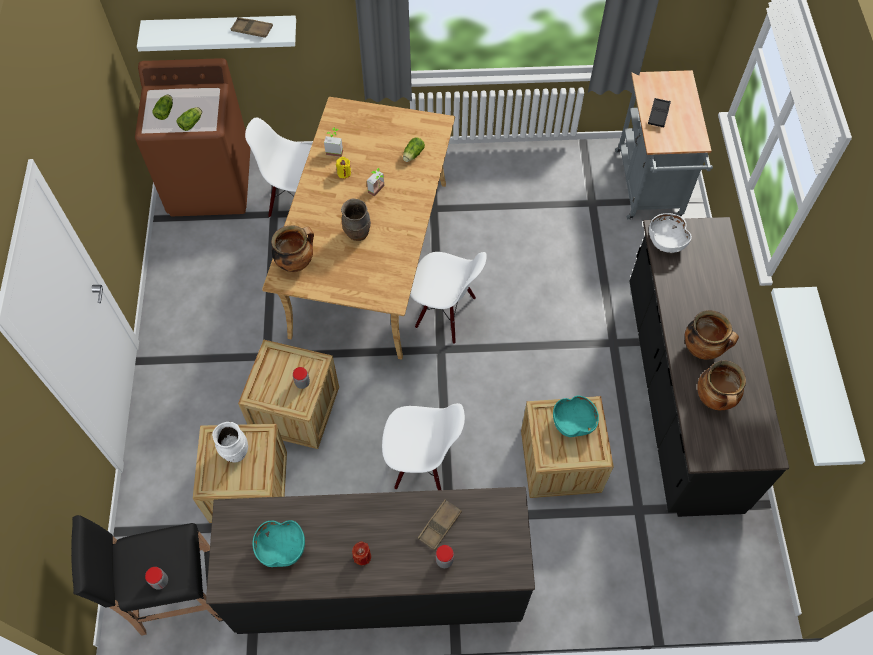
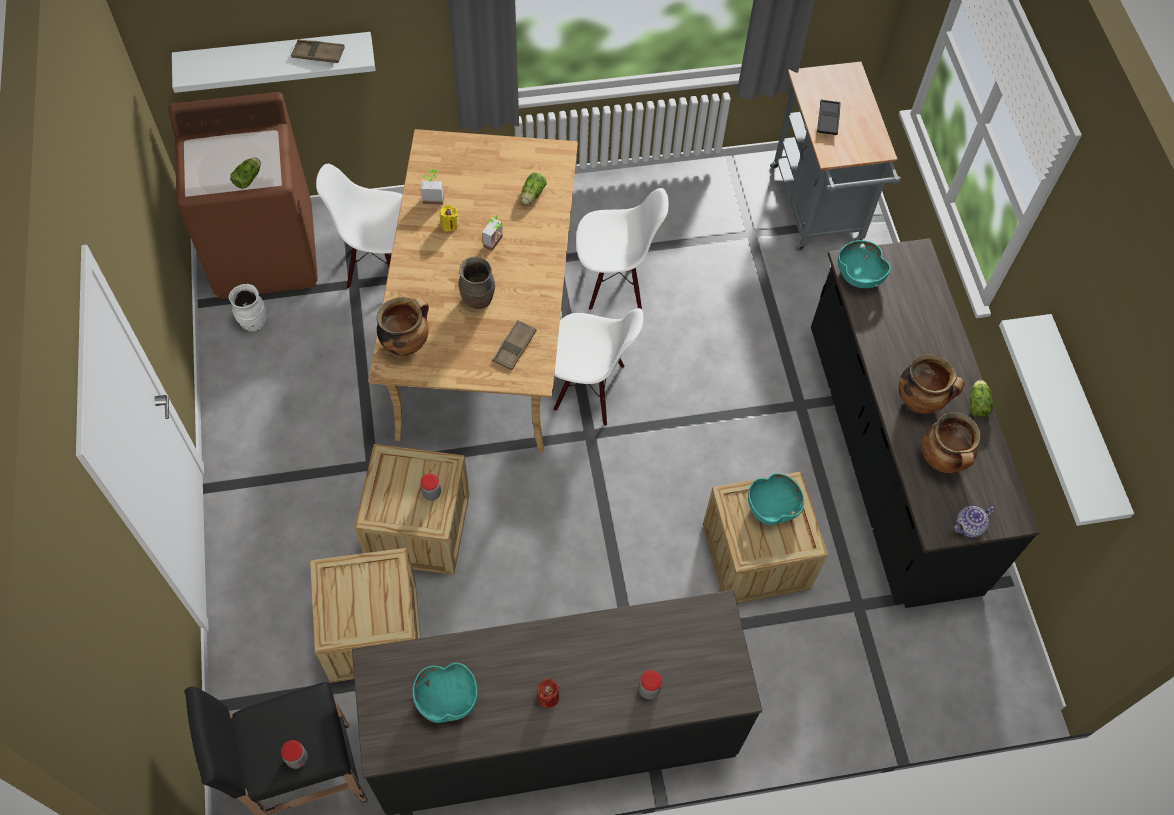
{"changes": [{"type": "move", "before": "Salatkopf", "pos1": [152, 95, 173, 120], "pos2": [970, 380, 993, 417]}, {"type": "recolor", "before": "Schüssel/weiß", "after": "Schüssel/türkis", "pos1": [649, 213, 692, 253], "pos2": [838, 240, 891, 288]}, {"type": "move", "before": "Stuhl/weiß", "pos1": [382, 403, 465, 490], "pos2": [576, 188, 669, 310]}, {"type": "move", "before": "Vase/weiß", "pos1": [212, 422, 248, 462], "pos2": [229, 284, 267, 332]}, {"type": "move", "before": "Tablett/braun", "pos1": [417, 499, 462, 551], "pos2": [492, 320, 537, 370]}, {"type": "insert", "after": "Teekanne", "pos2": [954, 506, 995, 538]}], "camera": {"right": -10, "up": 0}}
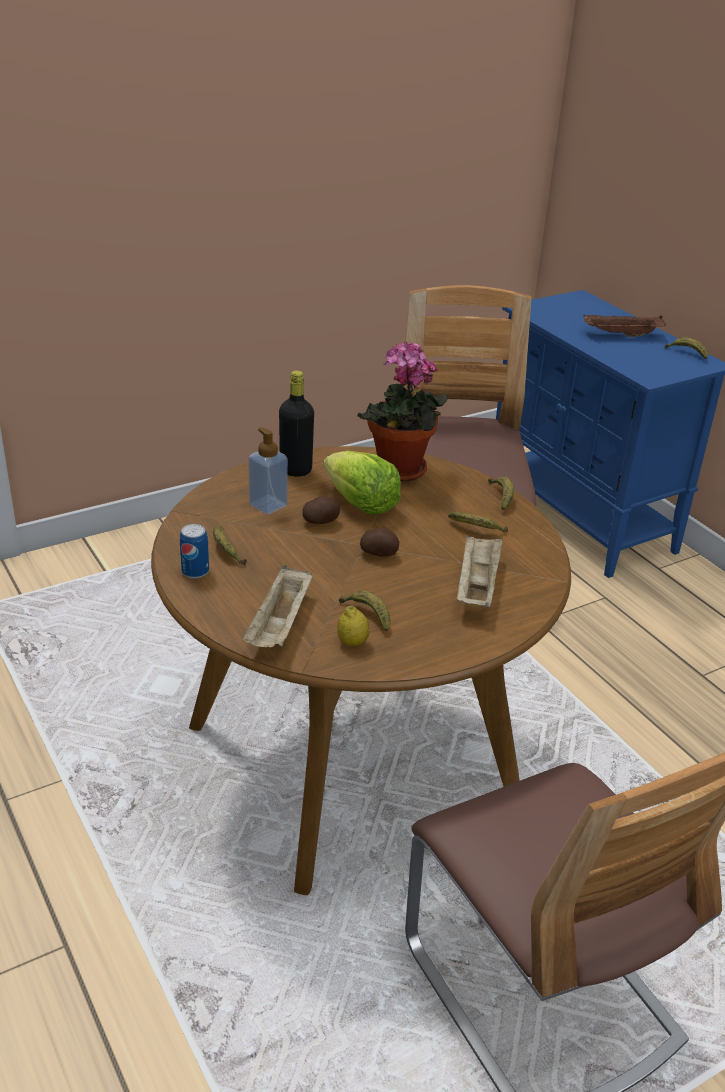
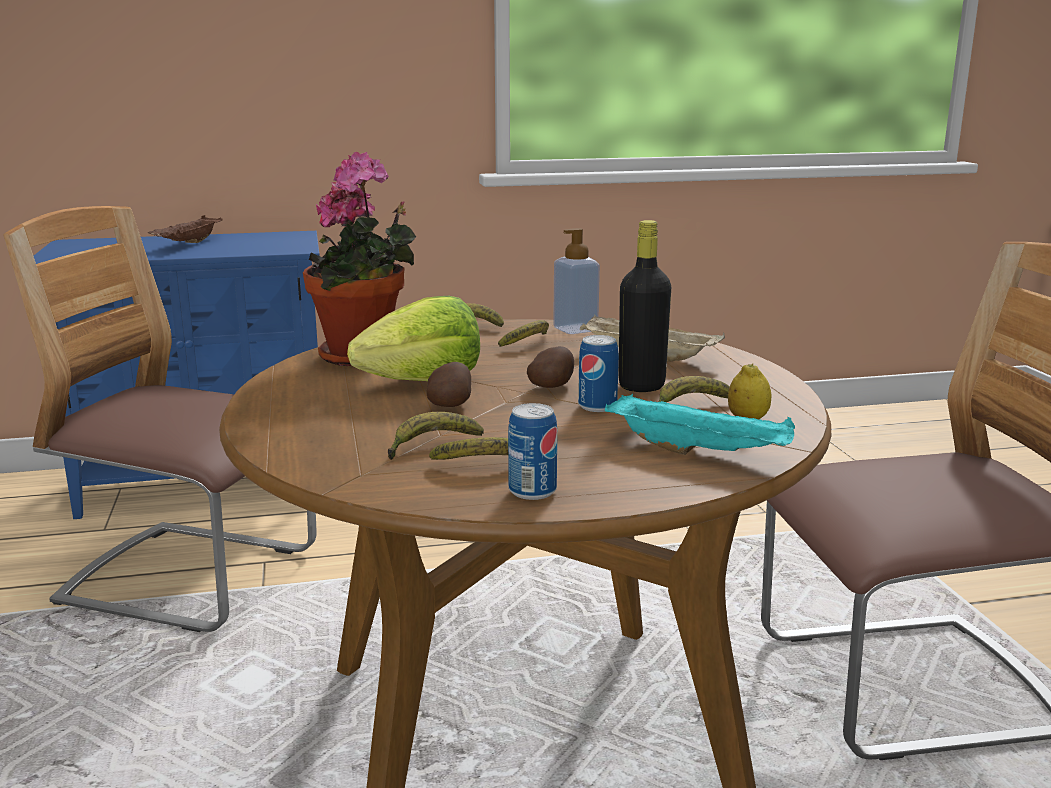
{"changes": [{"type": "move", "before": "Banane", "pos1": [665, 337, 708, 359], "pos2": [388, 412, 484, 460]}, {"type": "move", "before": "Flasche/schwarz", "pos1": [279, 370, 314, 477], "pos2": [618, 220, 671, 392]}, {"type": "move", "before": "Seifenspender", "pos1": [248, 427, 288, 514], "pos2": [553, 228, 600, 334]}, {"type": "recolor", "before": "Tablett/beige", "after": "Tablett/türkis", "pos1": [242, 565, 313, 647], "pos2": [605, 394, 795, 455]}, {"type": "insert", "after": "Dose", "pos2": [578, 335, 619, 412]}], "camera": {"right": -70, "up": -15}}
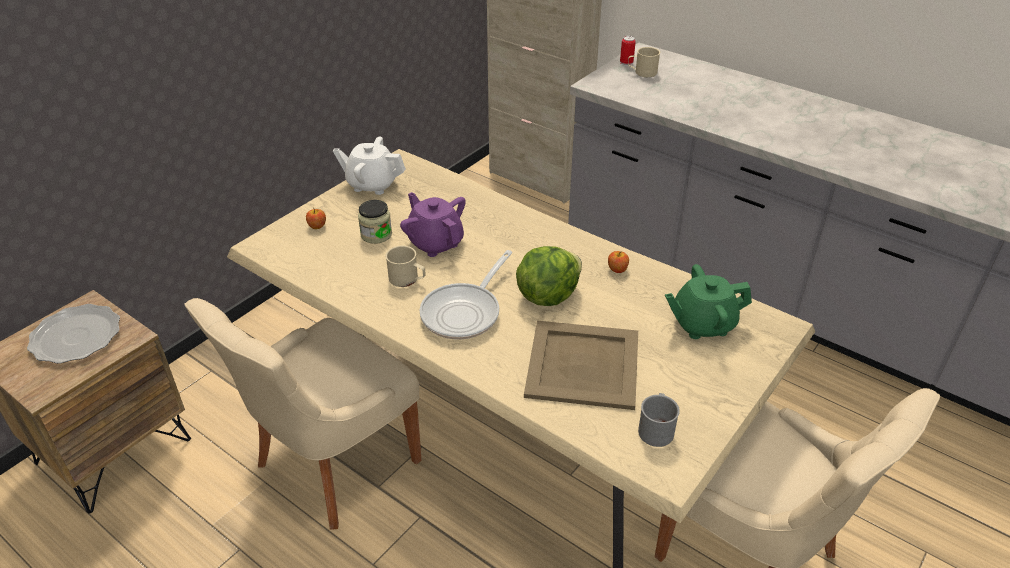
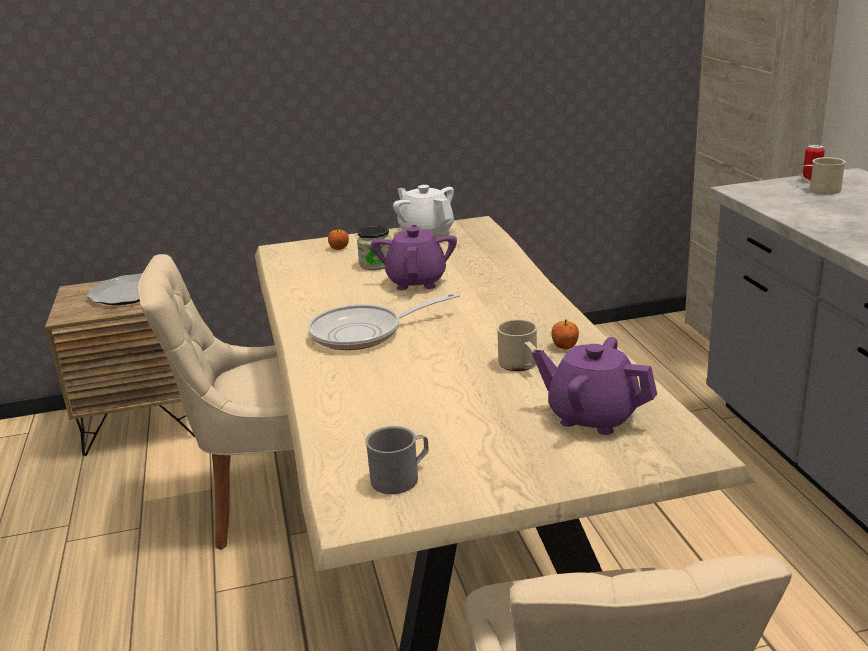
{"changes": [{"type": "move", "before": "Henkelbecher/beige", "pos1": [385, 246, 426, 287], "pos2": [497, 319, 537, 371]}, {"type": "delete", "before": "Salatkopf", "pos1": [516, 246, 582, 306]}, {"type": "recolor", "before": "Teekanne/grün", "after": "Teekanne/lila", "pos1": [665, 264, 752, 339], "pos2": [532, 337, 657, 435]}, {"type": "delete", "before": "Tablett/beige", "pos1": [524, 320, 638, 410]}], "camera": {"right": 40, "up": -15}}
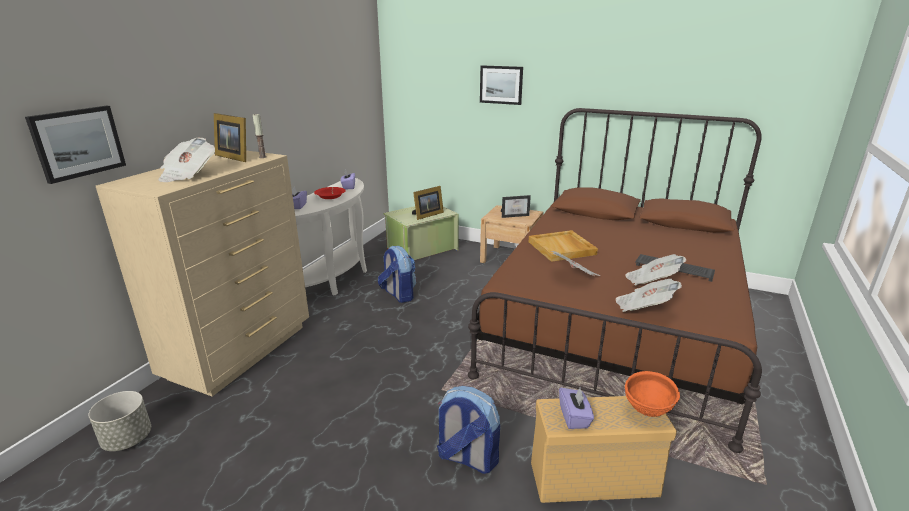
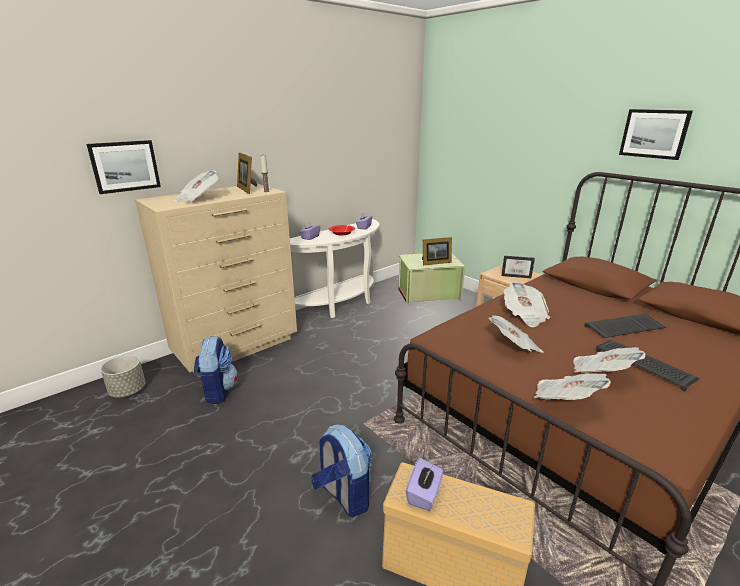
{"changes": [{"type": "move", "before": "Bild", "pos1": [480, 65, 523, 105], "pos2": [619, 109, 693, 160]}, {"type": "replace", "before": "Tablett/beige", "after": "Zeitung", "pos1": [529, 230, 598, 262], "pos2": [503, 282, 550, 327]}, {"type": "move", "before": "Rucksack", "pos1": [378, 246, 416, 303], "pos2": [194, 336, 238, 404]}, {"type": "delete", "before": "Schüssel/orange", "pos1": [625, 371, 680, 417]}, {"type": "insert", "after": "Tastatur", "pos2": [584, 314, 666, 338]}], "camera": {"right": 25, "up": 0}}
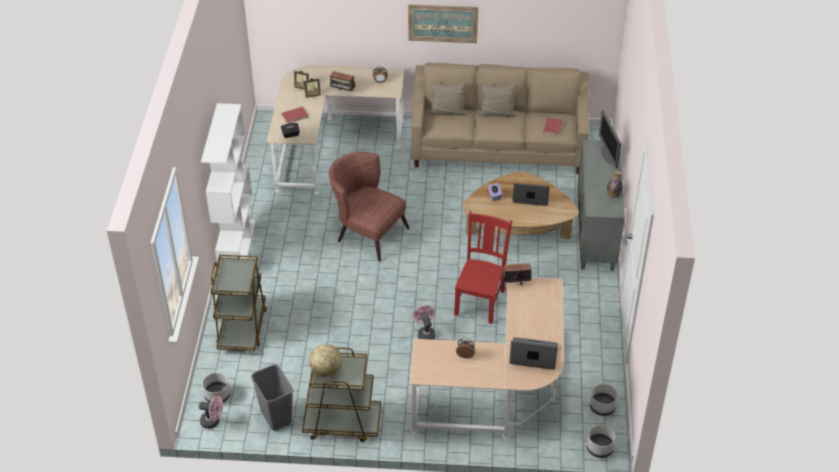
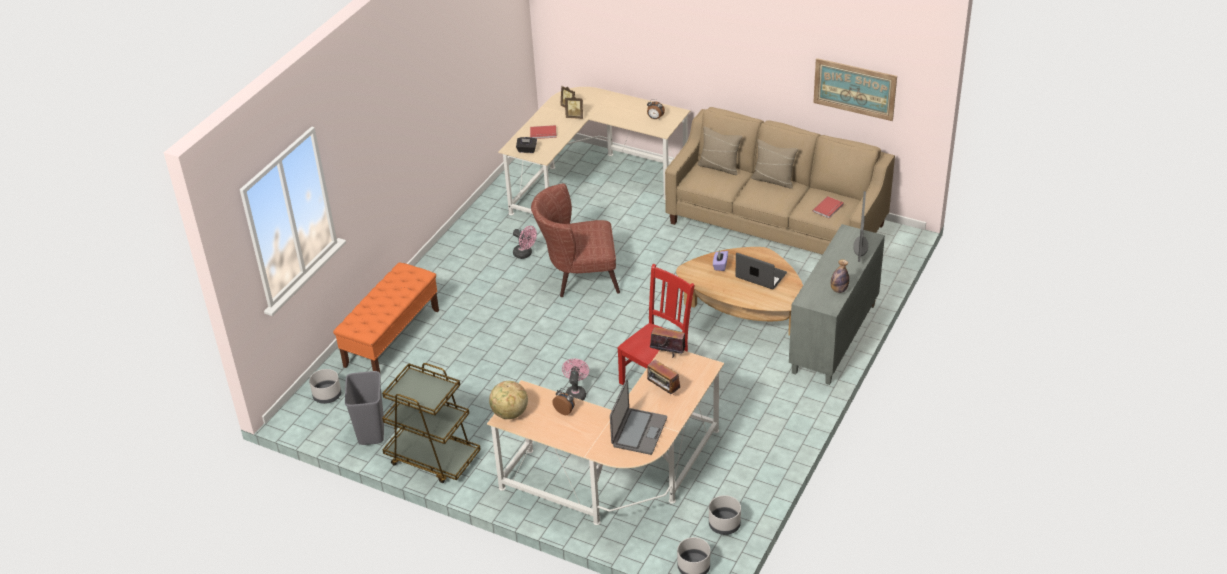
{"changes": [{"type": "move", "before": "Bild", "pos1": [408, 5, 478, 43], "pos2": [813, 58, 897, 121]}, {"type": "move", "before": "Radio", "pos1": [330, 71, 356, 91], "pos2": [647, 360, 681, 395]}, {"type": "delete", "before": "Bücherregal/weiß", "pos1": [201, 103, 256, 262]}, {"type": "rotate", "before": "Sessel/braun", "pos1": [329, 152, 410, 261], "pos2": [531, 183, 620, 297], "turn": -60}, {"type": "replace", "before": "Rollwagen/braun", "after": "Bank/orange", "pos1": [211, 255, 267, 351], "pos2": [333, 262, 439, 373]}, {"type": "rotate", "before": "Laptop", "pos1": [509, 337, 558, 370], "pos2": [610, 379, 667, 455], "turn": 75}, {"type": "move", "before": "Globus", "pos1": [309, 344, 343, 378], "pos2": [489, 381, 528, 419]}, {"type": "move", "before": "Ventilator/rosa", "pos1": [199, 396, 223, 429], "pos2": [513, 226, 537, 259]}], "camera": {"right": 25, "up": -5}}
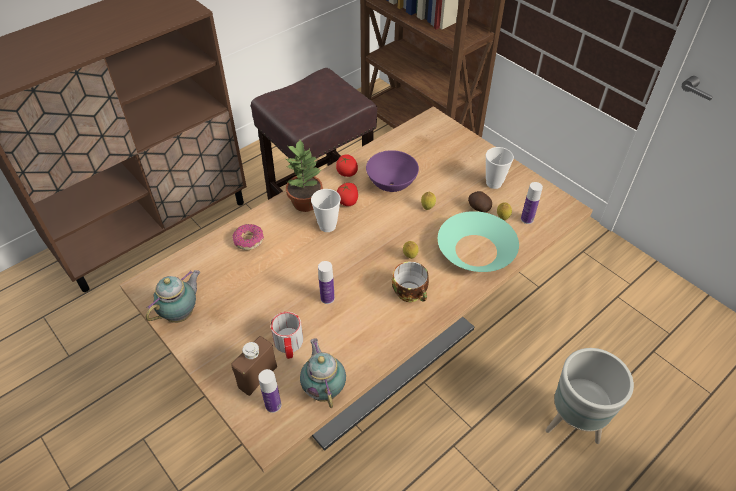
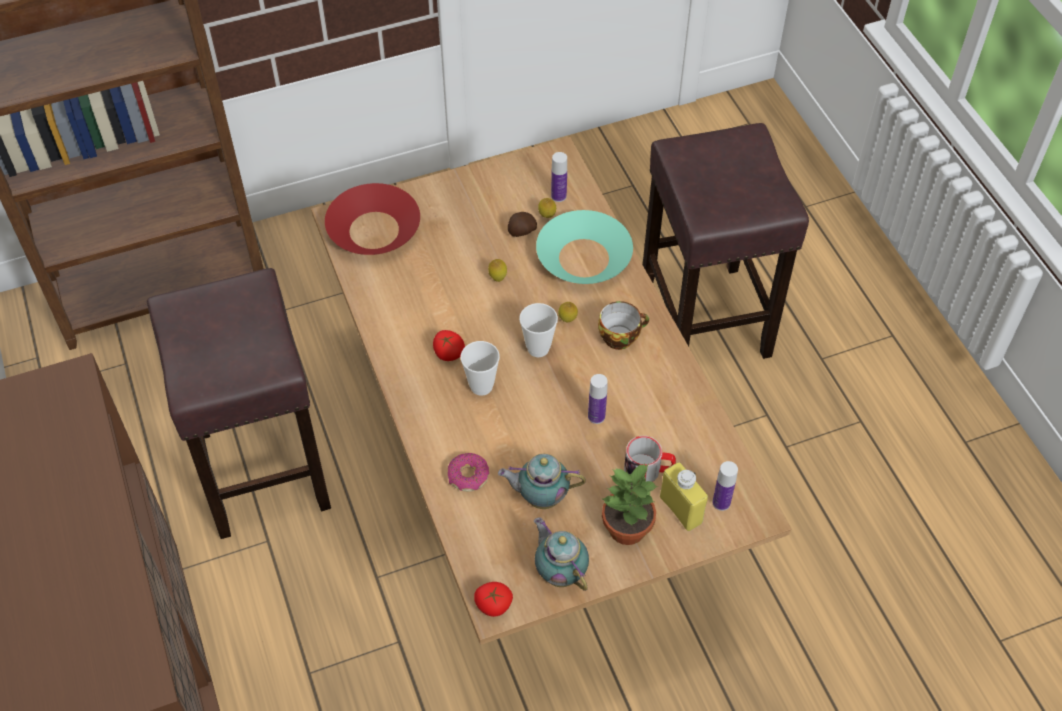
{"changes": [{"type": "move", "before": "Topfpflanze", "pos1": [286, 140, 323, 212], "pos2": [601, 464, 658, 545]}, {"type": "move", "before": "Tasse", "pos1": [486, 147, 514, 189], "pos2": [519, 303, 558, 357]}, {"type": "delete", "before": "Schüssel/lila", "pos1": [366, 150, 419, 192]}, {"type": "move", "before": "Tomate", "pos1": [336, 154, 358, 177], "pos2": [474, 582, 513, 617]}, {"type": "recolor", "before": "Flasche/braun", "after": "Flasche/gelb", "pos1": [231, 336, 277, 396], "pos2": [660, 462, 708, 531]}, {"type": "move", "before": "Teekanne", "pos1": [300, 339, 346, 408], "pos2": [498, 454, 586, 509]}, {"type": "replace", "before": "Pflanzkübel/grau", "after": "Hocker/braun", "pos1": [546, 348, 634, 444], "pos2": [643, 123, 809, 359]}, {"type": "insert", "after": "Schüssel/rot", "pos2": [325, 183, 420, 255]}], "camera": {"right": -70, "up": 5}}
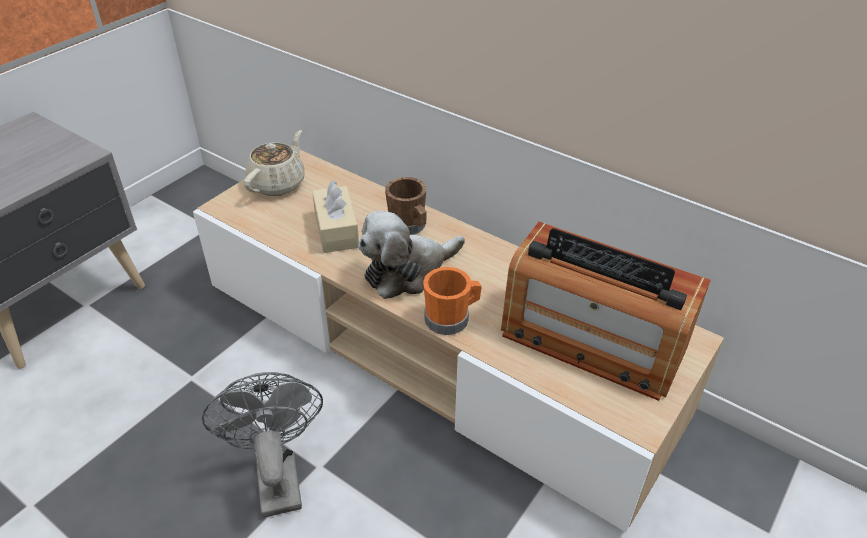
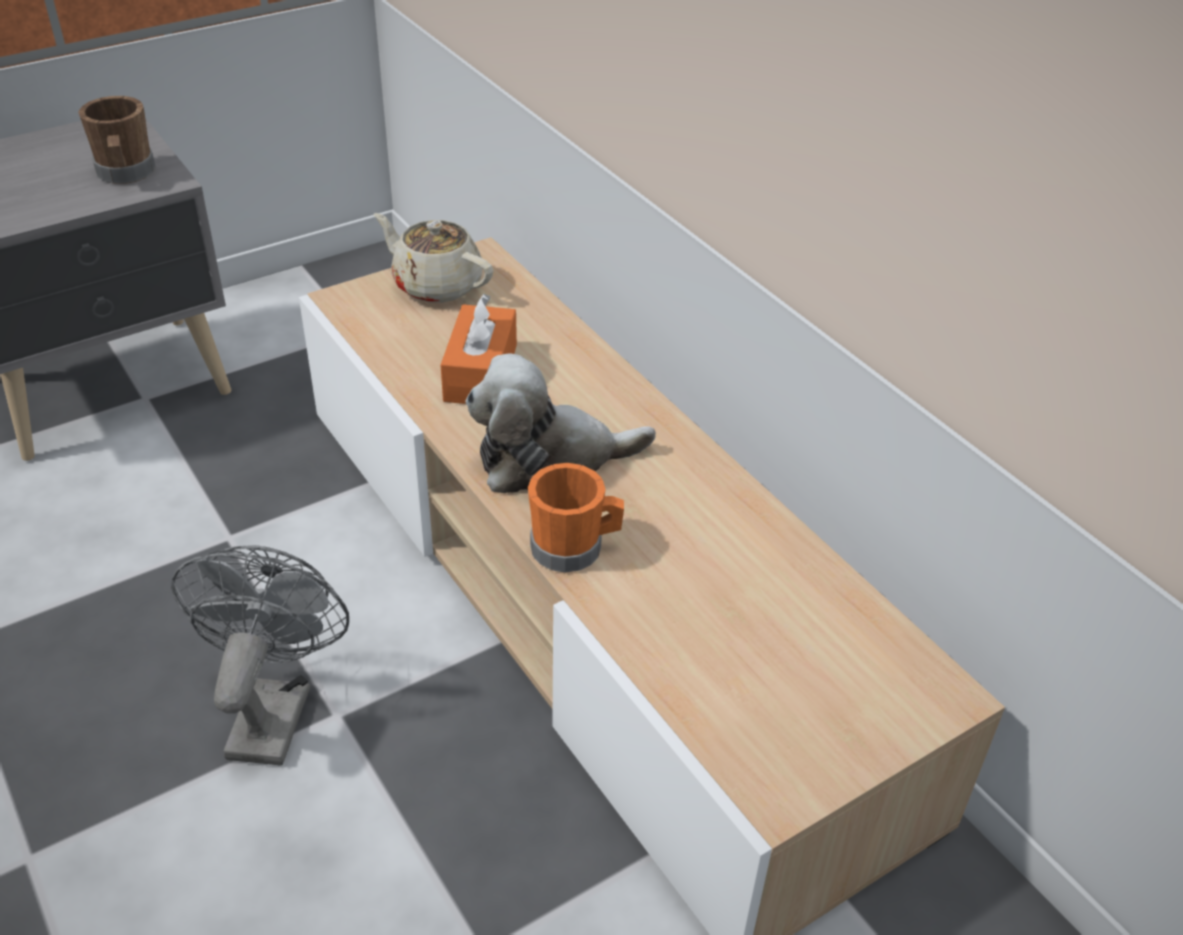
{"changes": [{"type": "rotate", "before": "Teekanne/beige", "pos1": [244, 130, 305, 196], "pos2": [374, 213, 494, 303], "turn": -105}, {"type": "move", "before": "Henkelbecher/braun", "pos1": [385, 177, 427, 235], "pos2": [78, 96, 156, 184]}, {"type": "recolor", "before": "Taschentuchbox/beige", "after": "Taschentuchbox/orange", "pos1": [312, 180, 359, 253], "pos2": [441, 294, 517, 404]}, {"type": "delete", "before": "Radio", "pos1": [501, 221, 711, 401]}], "camera": {"right": 20, "up": 0}}
